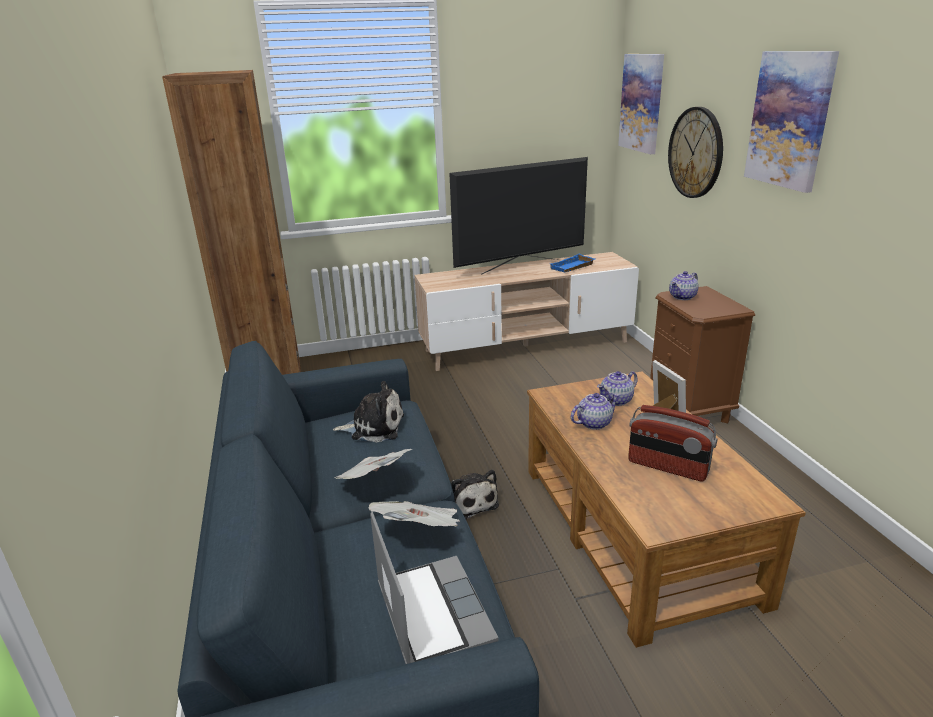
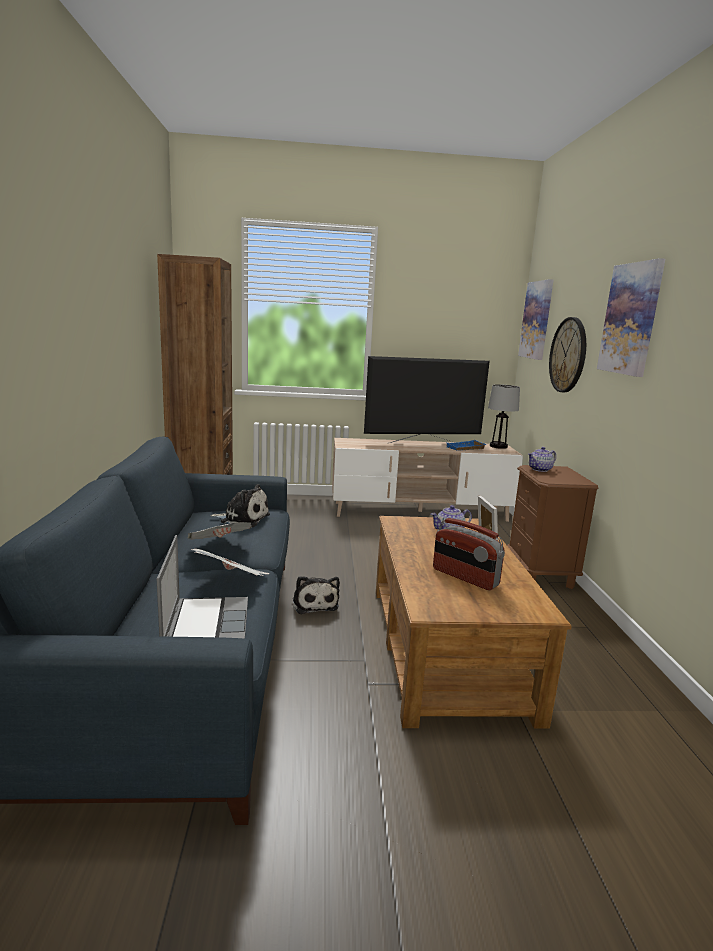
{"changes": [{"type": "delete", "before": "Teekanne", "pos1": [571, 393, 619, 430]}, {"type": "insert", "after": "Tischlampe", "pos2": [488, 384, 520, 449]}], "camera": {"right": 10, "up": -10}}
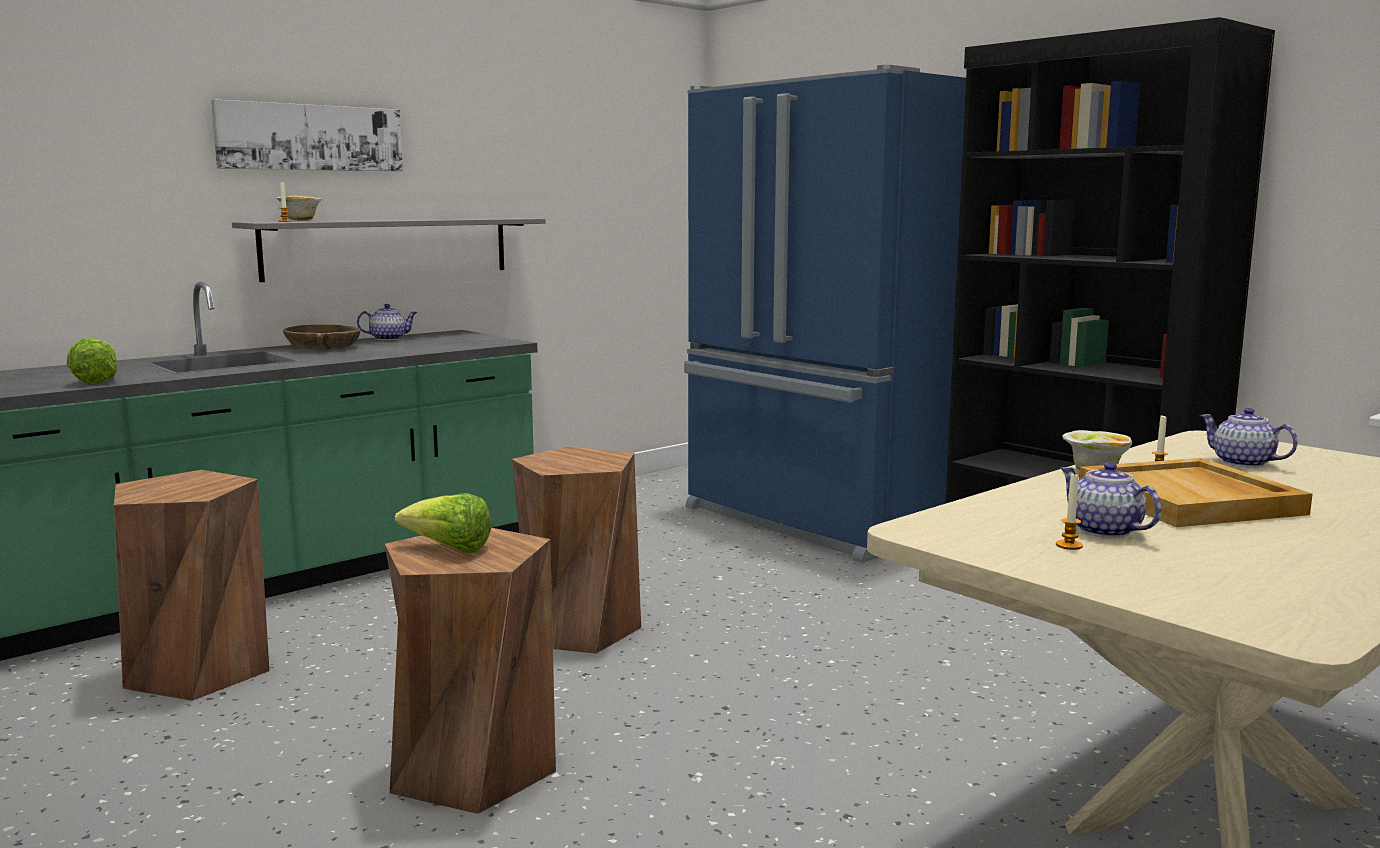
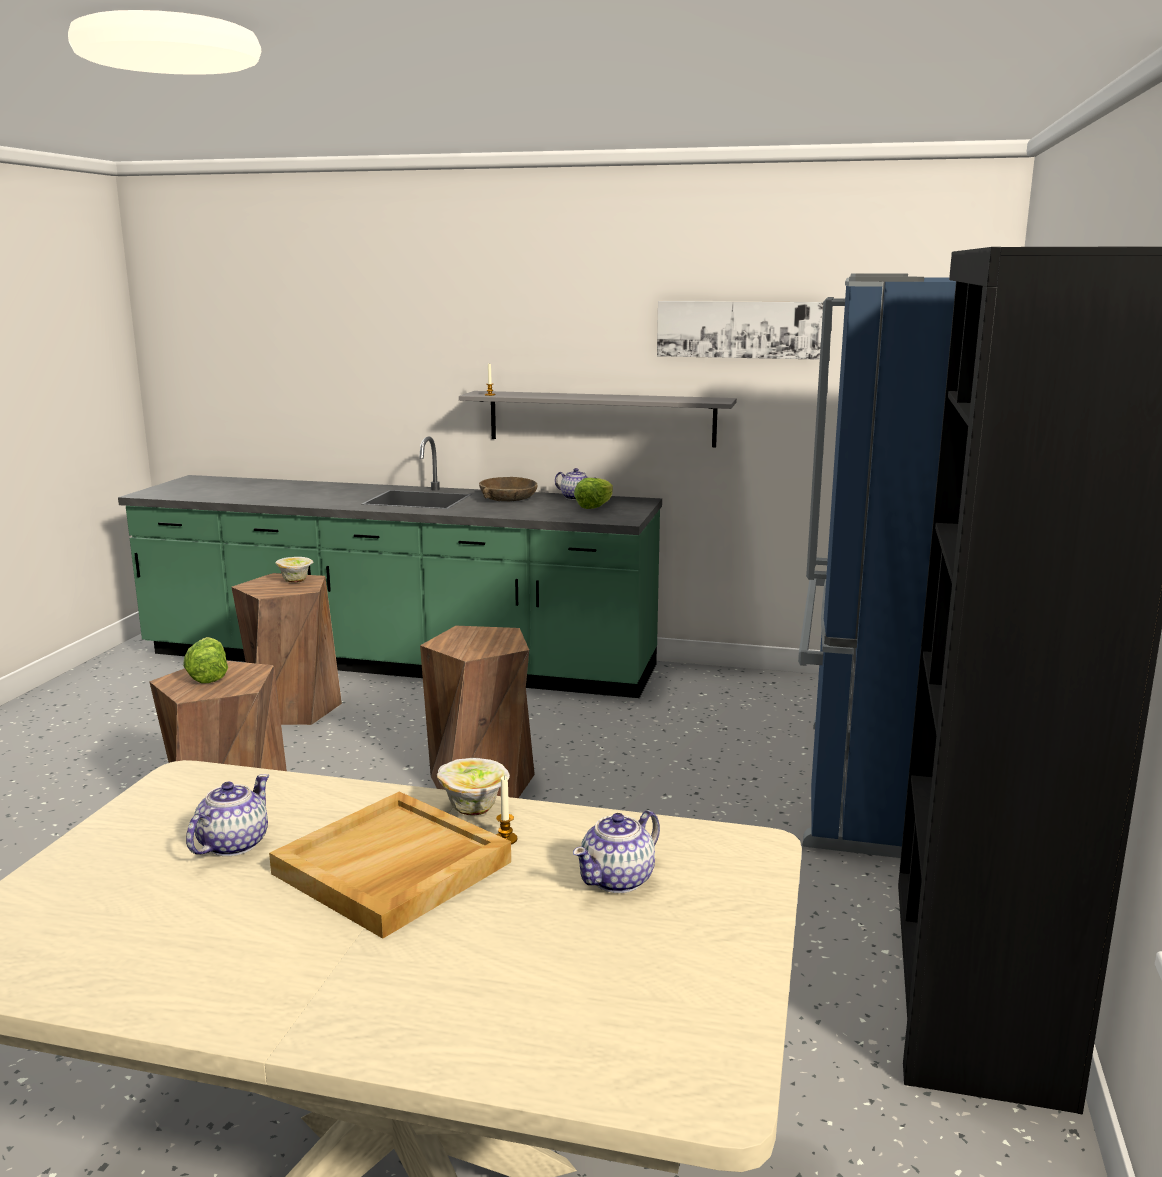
{"changes": [{"type": "move", "before": "Bild", "pos1": [211, 99, 403, 172], "pos2": [657, 301, 823, 360]}, {"type": "move", "before": "Schüssel", "pos1": [277, 196, 322, 221], "pos2": [275, 557, 313, 583]}, {"type": "move", "before": "Salatkopf", "pos1": [67, 338, 118, 383], "pos2": [574, 478, 613, 509]}, {"type": "rotate", "before": "Teekanne", "pos1": [1200, 408, 1298, 468], "pos2": [573, 810, 660, 893], "turn": -150}, {"type": "delete", "before": "Kerze", "pos1": [1056, 472, 1083, 550]}], "camera": {"right": 55, "up": 5}}
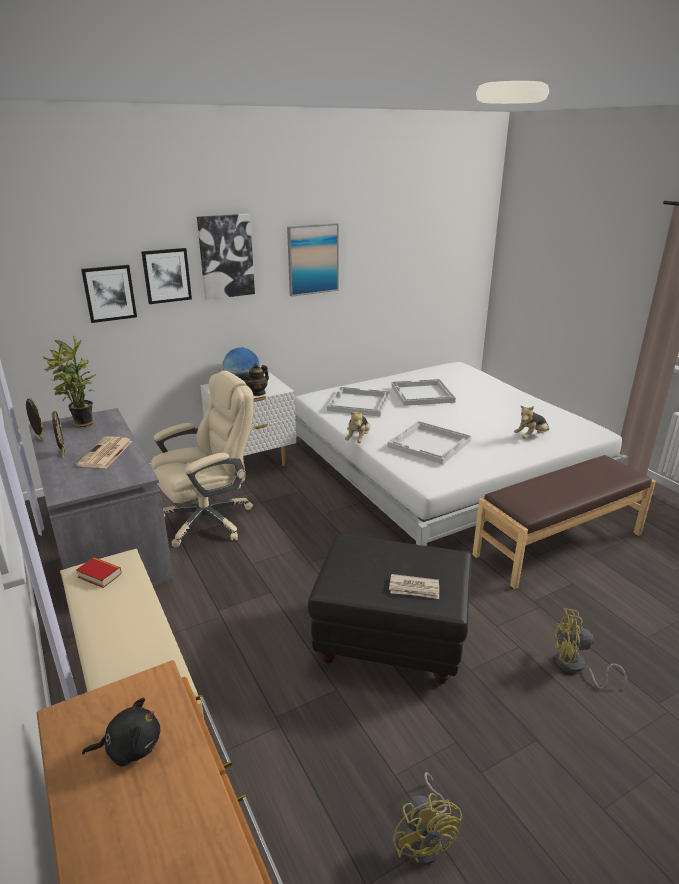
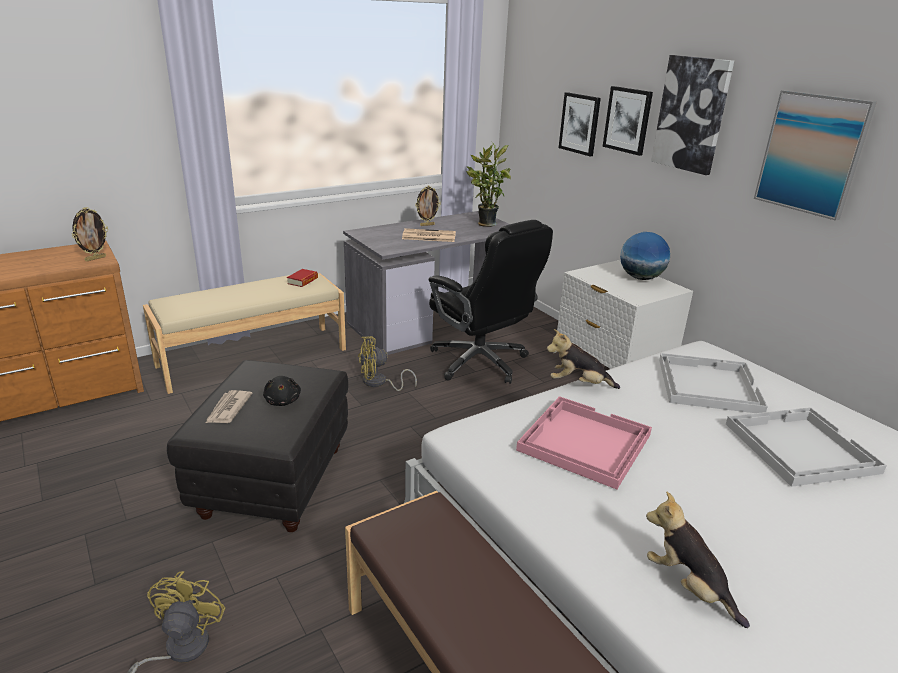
{"changes": [{"type": "delete", "before": "Teekanne", "pos1": [244, 363, 269, 396]}, {"type": "recolor", "before": "Bürostuhl/beige", "after": "Bürostuhl/schwarz", "pos1": [151, 371, 254, 548], "pos2": [428, 220, 553, 384]}, {"type": "move", "before": "Bilderrahmen", "pos1": [26, 397, 44, 442], "pos2": [72, 207, 108, 261]}, {"type": "recolor", "before": "Tablett/weiß", "after": "Tablett/rosa", "pos1": [388, 421, 471, 465], "pos2": [516, 396, 652, 489]}, {"type": "move", "before": "Plüschtier/schwarz", "pos1": [82, 698, 160, 767], "pos2": [263, 376, 301, 406]}, {"type": "move", "before": "Ventilator/gelb", "pos1": [393, 772, 463, 866], "pos2": [358, 336, 417, 391]}], "camera": {"right": 85, "up": 0}}
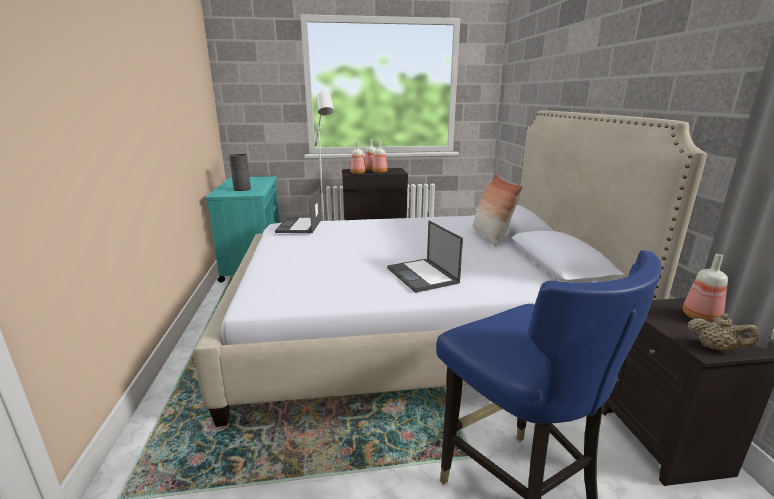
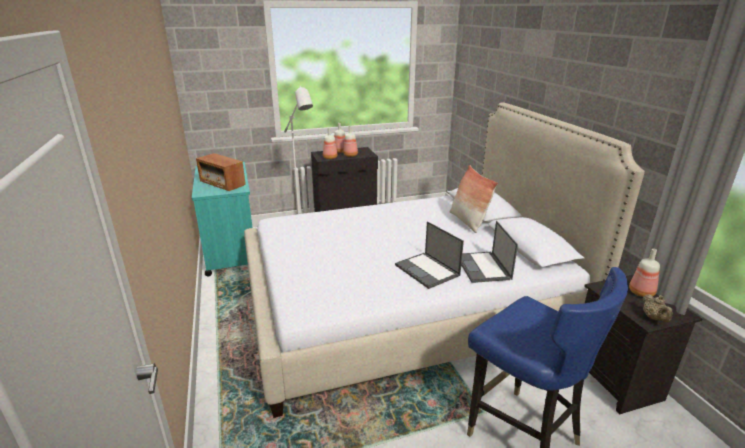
{"changes": [{"type": "replace", "before": "Vase/grau", "after": "Radio", "pos1": [229, 154, 251, 191], "pos2": [196, 153, 246, 191]}, {"type": "move", "before": "Laptop", "pos1": [275, 188, 322, 233], "pos2": [461, 221, 518, 283]}, {"type": "rotate", "before": "Teekanne/beige", "pos1": [688, 313, 760, 351], "pos2": [643, 294, 673, 322], "turn": 60}], "camera": {"right": -10, "up": 5}}
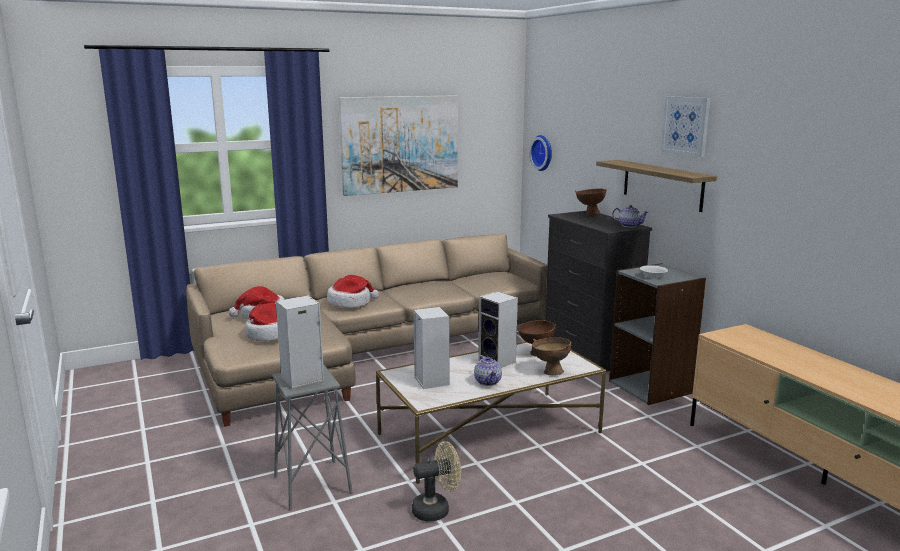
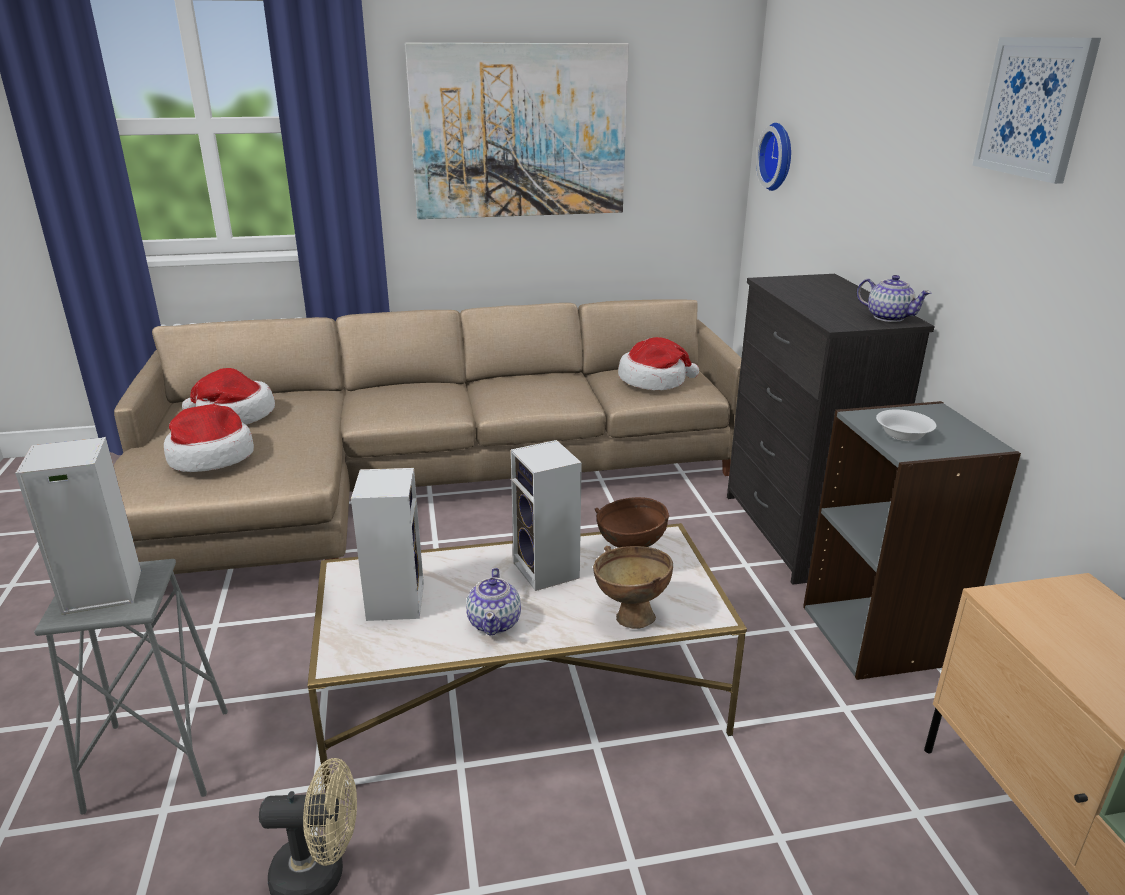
{"changes": [{"type": "delete", "before": "Wandregal", "pos1": [596, 160, 717, 212]}, {"type": "delete", "before": "Schüssel/braun", "pos1": [575, 188, 607, 215]}, {"type": "move", "before": "Hut", "pos1": [327, 275, 379, 308], "pos2": [618, 337, 699, 390]}], "camera": {"right": 15, "up": 10}}
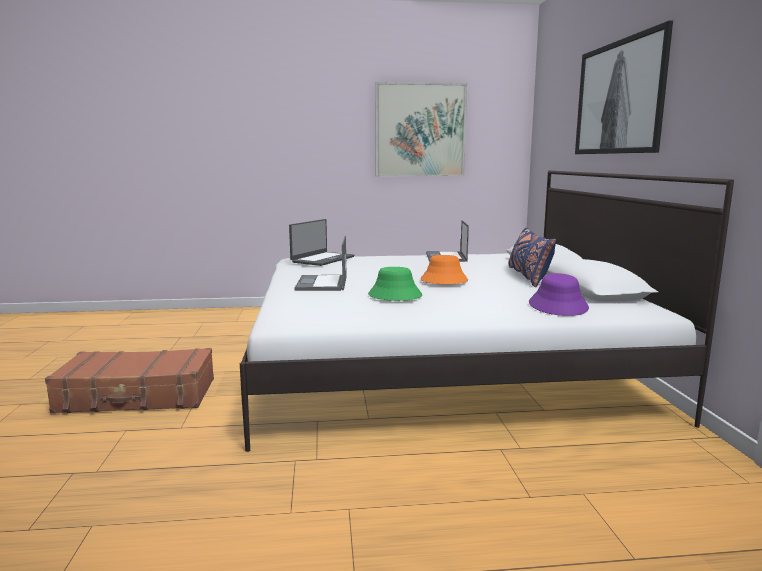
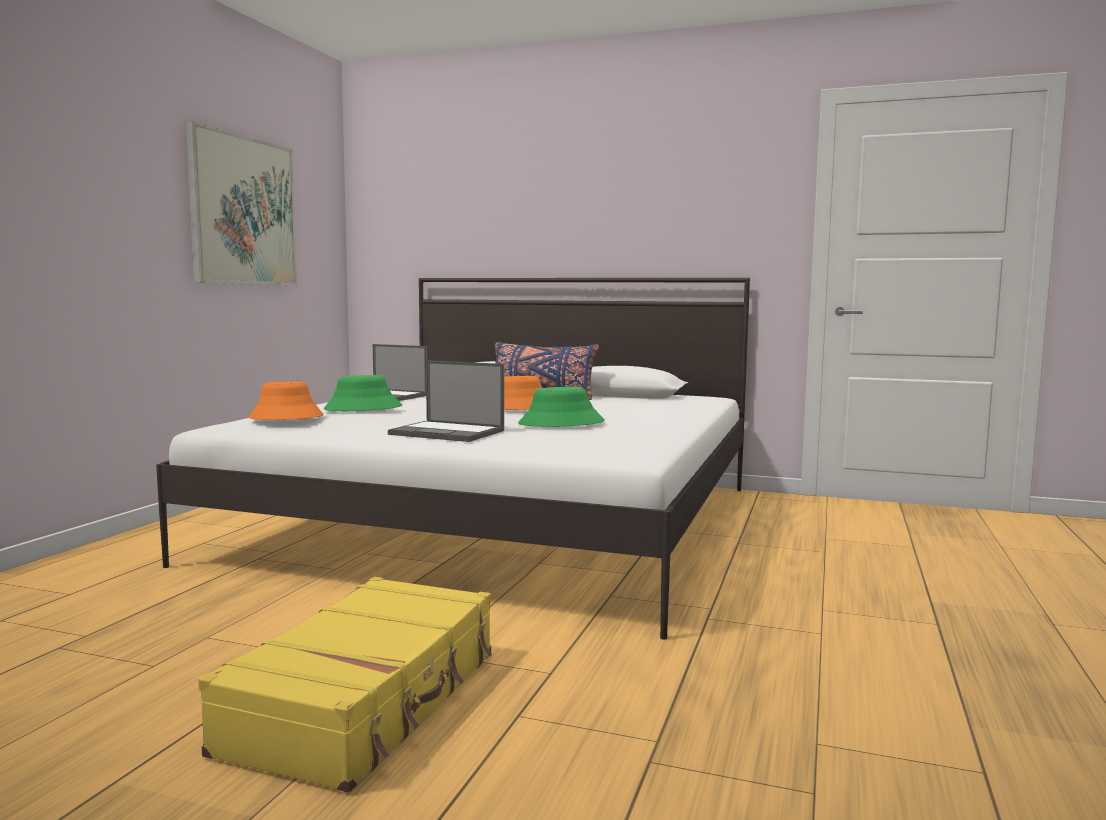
{"changes": [{"type": "delete", "before": "Bild", "pos1": [575, 20, 673, 154]}, {"type": "replace", "before": "Laptop", "after": "Hut/orange", "pos1": [289, 219, 354, 266], "pos2": [249, 381, 324, 420]}, {"type": "delete", "before": "Hut/lila", "pos1": [529, 273, 589, 316]}, {"type": "recolor", "before": "Koffer/braun", "after": "Koffer/gelb", "pos1": [45, 348, 214, 413], "pos2": [198, 577, 492, 793]}, {"type": "insert", "after": "Hut/grün", "pos2": [324, 375, 402, 411]}], "camera": {"right": -65, "up": -5}}
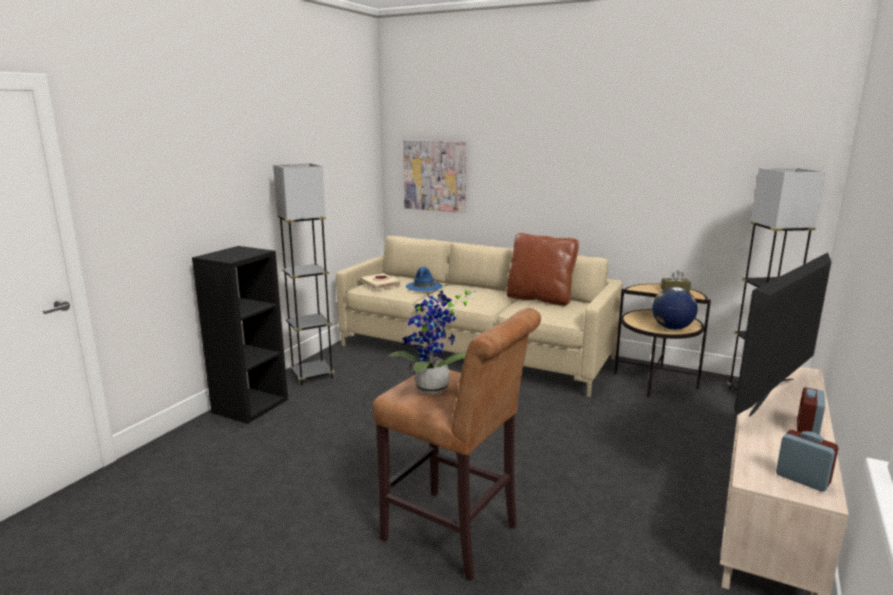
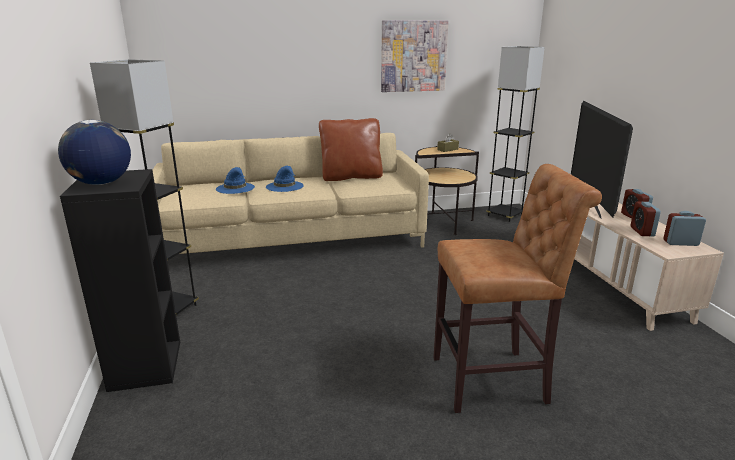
{"changes": [{"type": "move", "before": "Bild", "pos1": [403, 140, 466, 213], "pos2": [381, 20, 449, 92]}, {"type": "delete", "before": "Buch/beige", "pos1": [360, 273, 401, 290]}, {"type": "move", "before": "Globus", "pos1": [652, 287, 697, 330], "pos2": [58, 120, 131, 185]}, {"type": "delete", "before": "Topfpflanze", "pos1": [388, 289, 477, 394]}, {"type": "insert", "after": "Hut/blau", "pos2": [266, 166, 304, 192]}, {"type": "insert", "after": "Wecker", "pos2": [630, 202, 661, 236]}], "camera": {"right": -40, "up": 5}}
